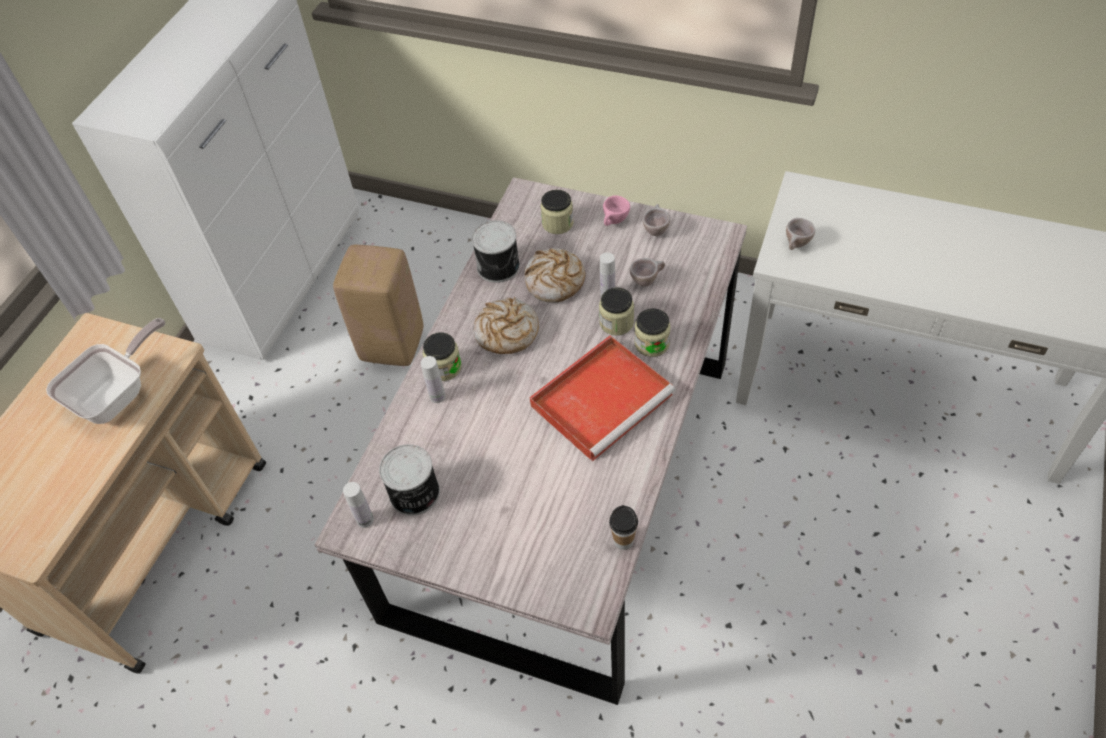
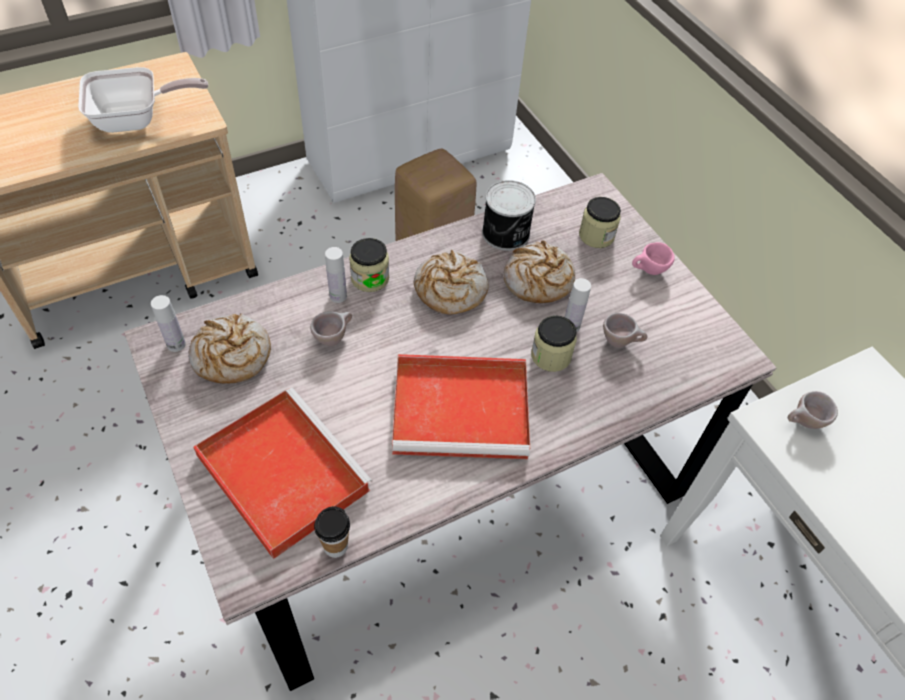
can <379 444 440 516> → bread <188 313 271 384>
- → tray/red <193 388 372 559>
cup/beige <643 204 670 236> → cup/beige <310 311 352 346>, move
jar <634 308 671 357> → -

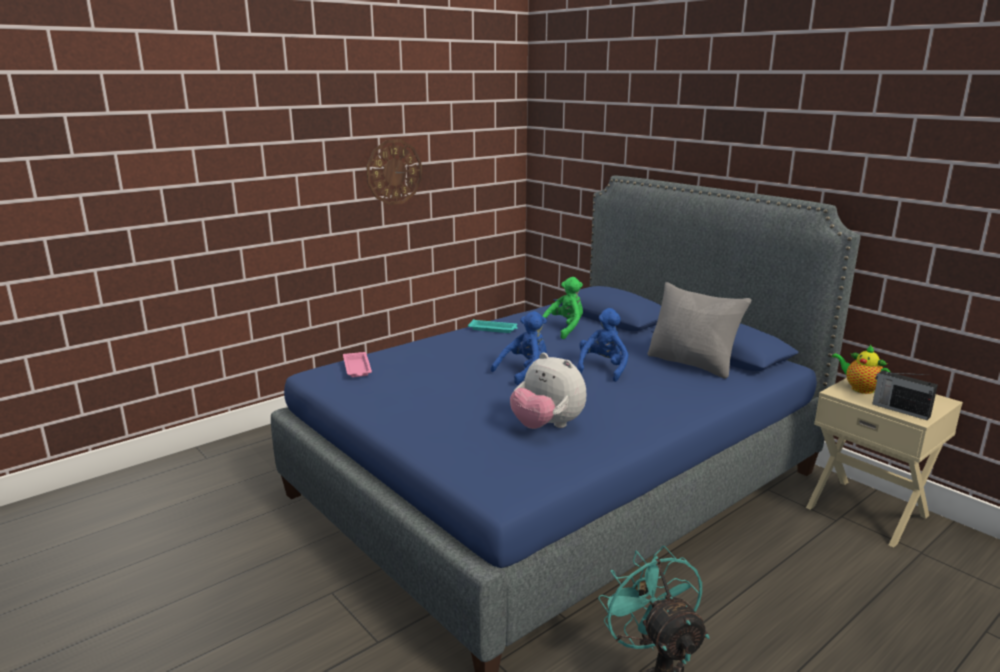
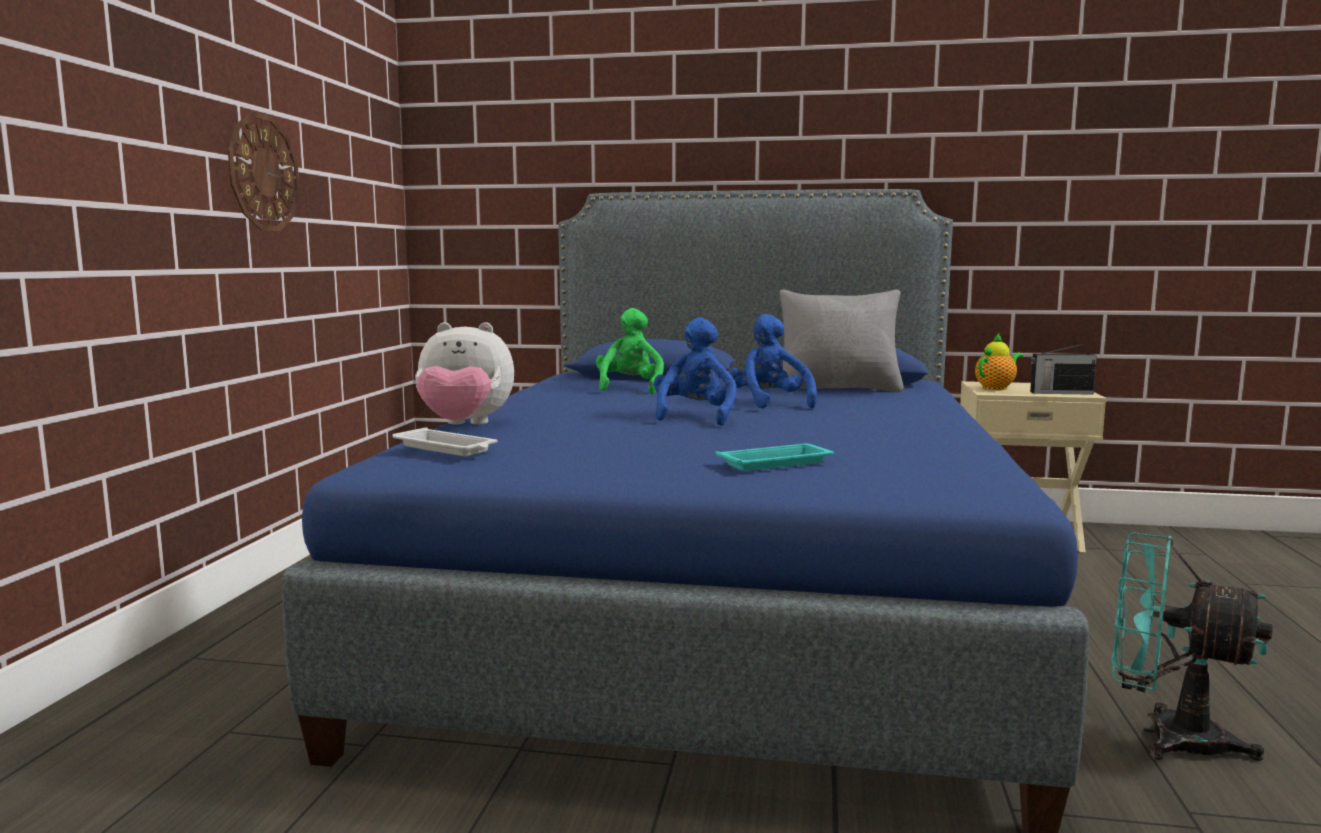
tray/pink <343 352 372 377> → tray/white <392 427 498 456>
plush toy <510 352 586 429> → plush toy <415 322 514 425>, move
tray/turquoise <468 319 518 333> → tray/turquoise <716 444 834 471>, move
teapot <832 345 890 394> → teapot <975 334 1023 390>, 135 degrees clockwise

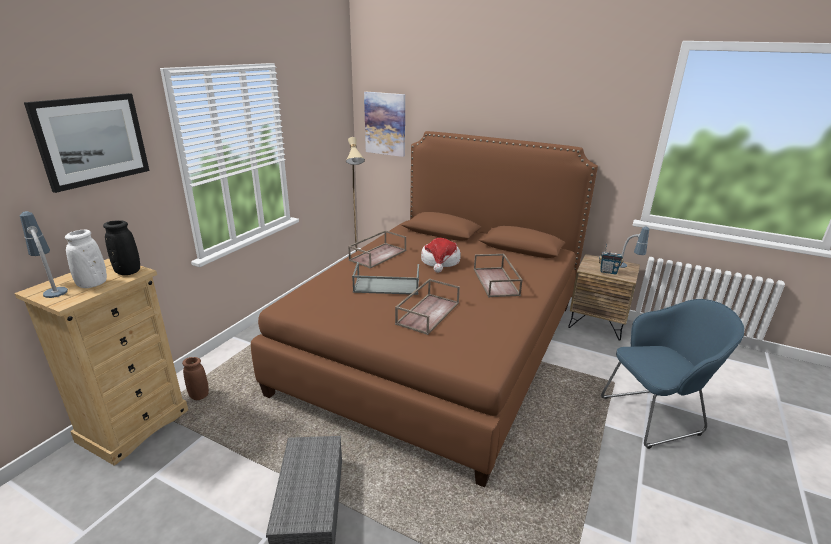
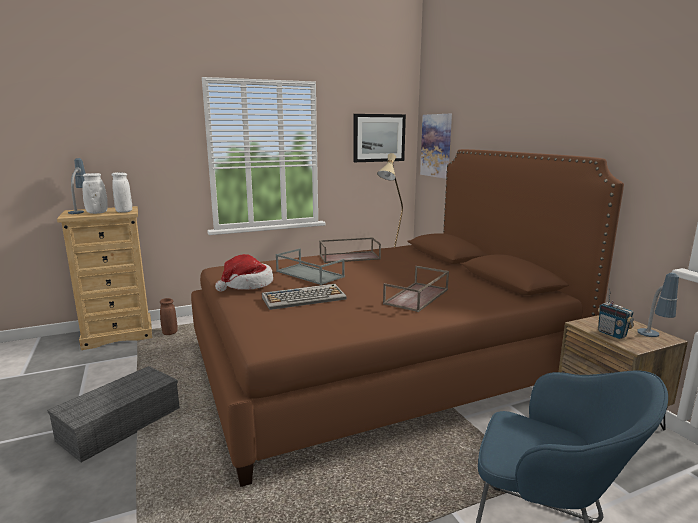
vase/black <103 221 140 275> → vase/white <111 172 132 213>
hat <421 238 461 273> → hat <215 254 273 292>, move
tray/brown <395 279 460 335> → keyboard <262 284 347 310>
picture <24 93 150 193> → picture <354 114 406 162>, move

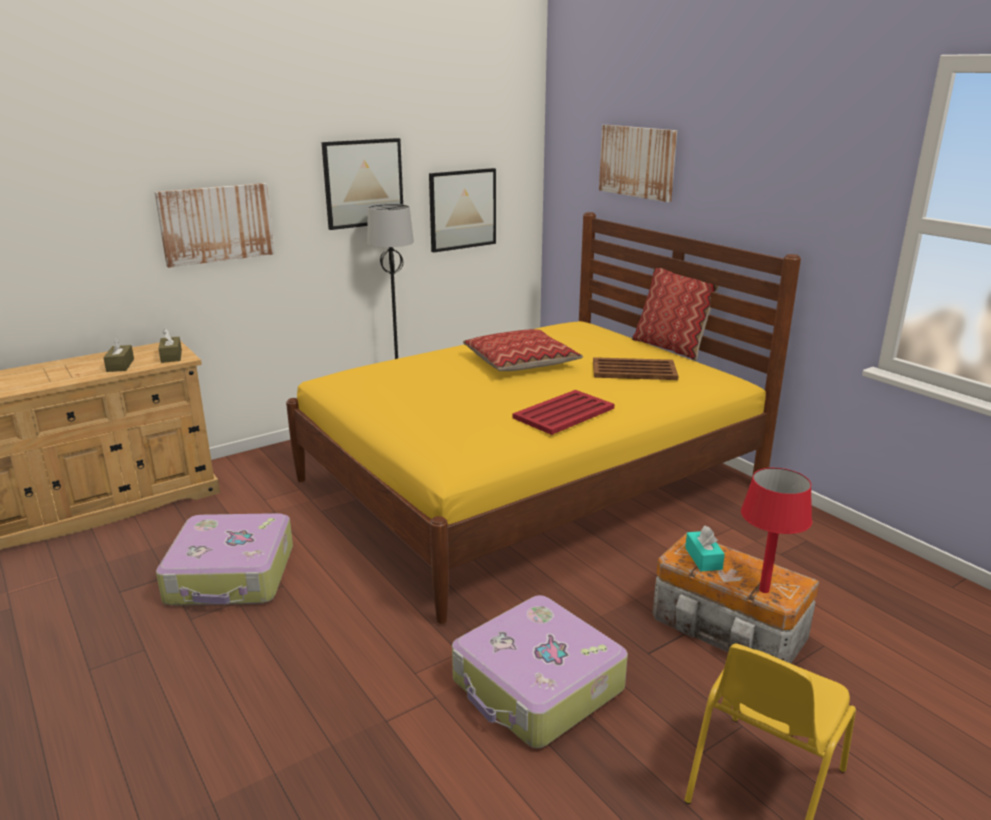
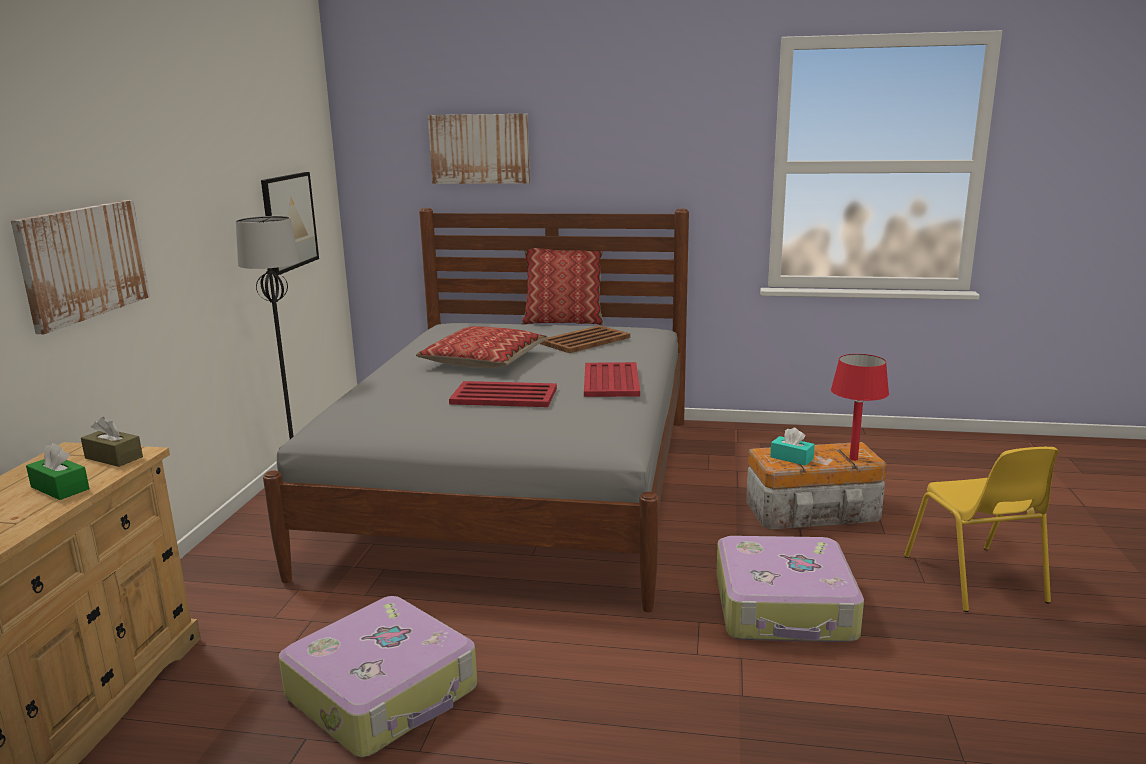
tissue box/brown <103 337 134 372> → tissue box/green <26 443 90 500>
bed/yellow <286 212 801 624> → bed/grey <263 208 689 612>
- → tray/red <449 381 557 407>
picture <321 138 403 230> → -

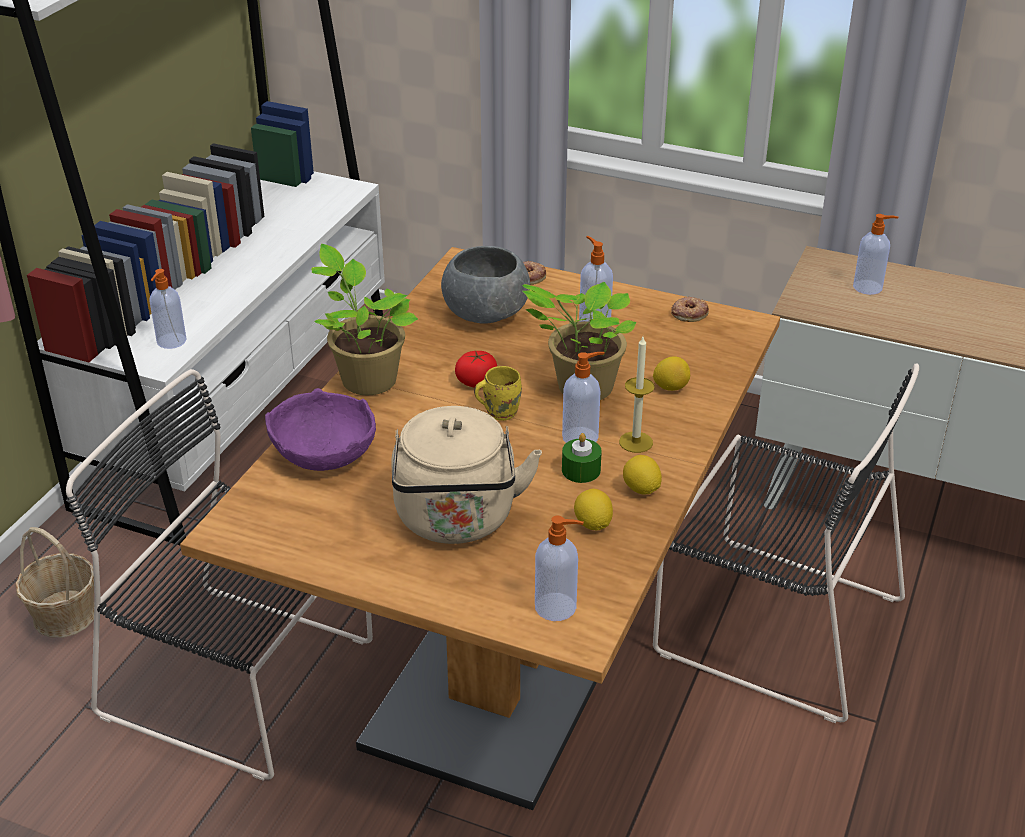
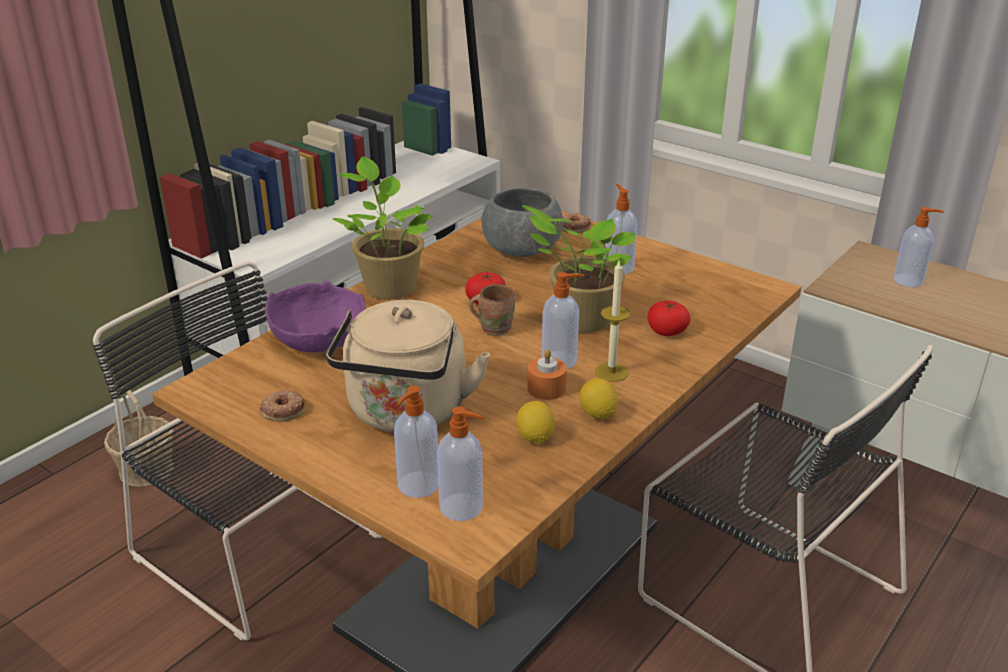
donut <671 296 709 322> → donut <259 390 305 422>, move
soap dispenser <149 269 187 349> → soap dispenser <394 386 439 498>, move
mug/yellow <474 366 522 421> → mug/brown <469 284 515 336>
candle/green <562 433 602 483> → candle/orange <527 349 567 400>
lemon <653 356 690 391> → tomato <648 301 691 336>

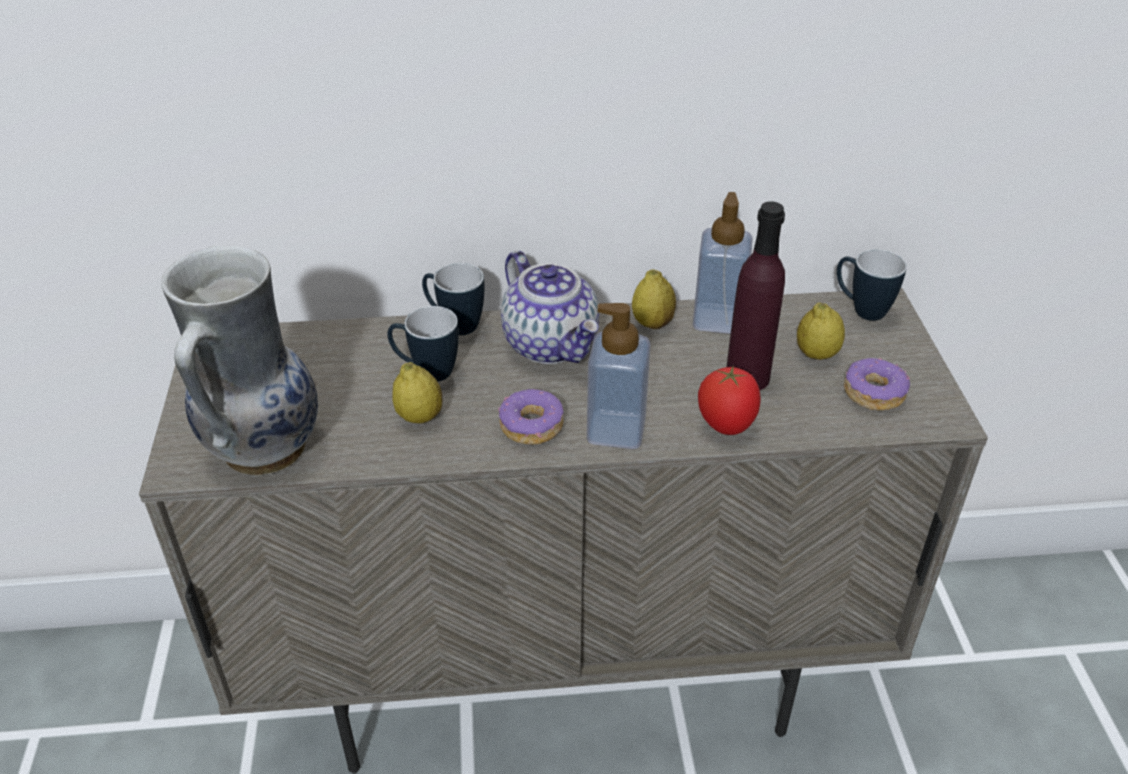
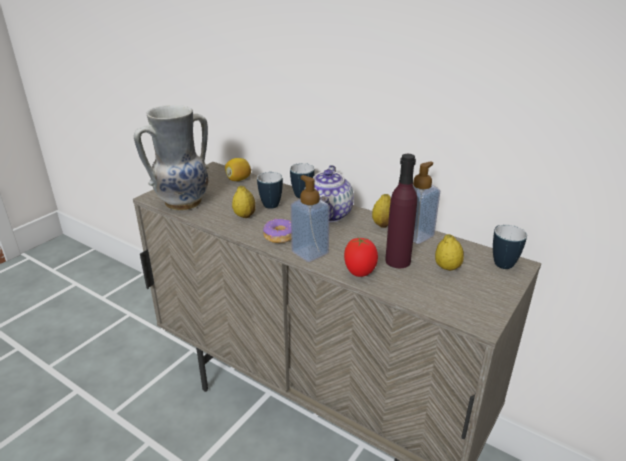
- → lemon <225 158 251 181>
donut <844 358 910 411> → -

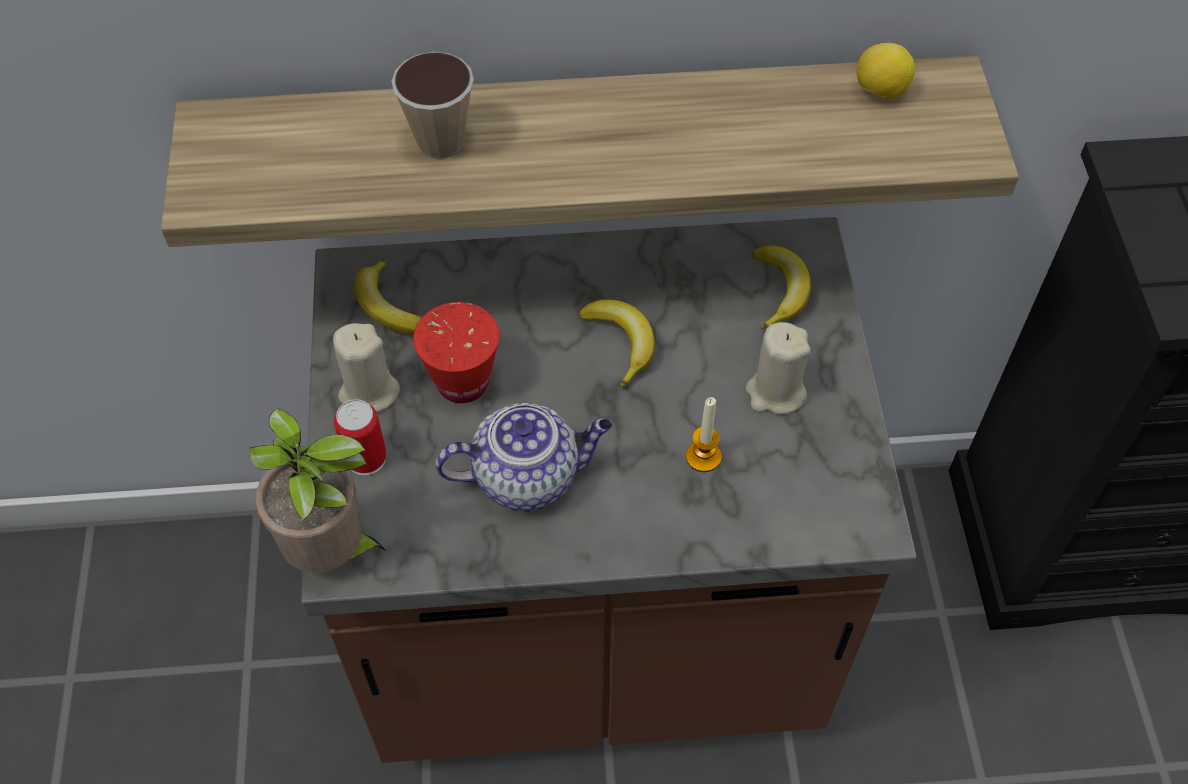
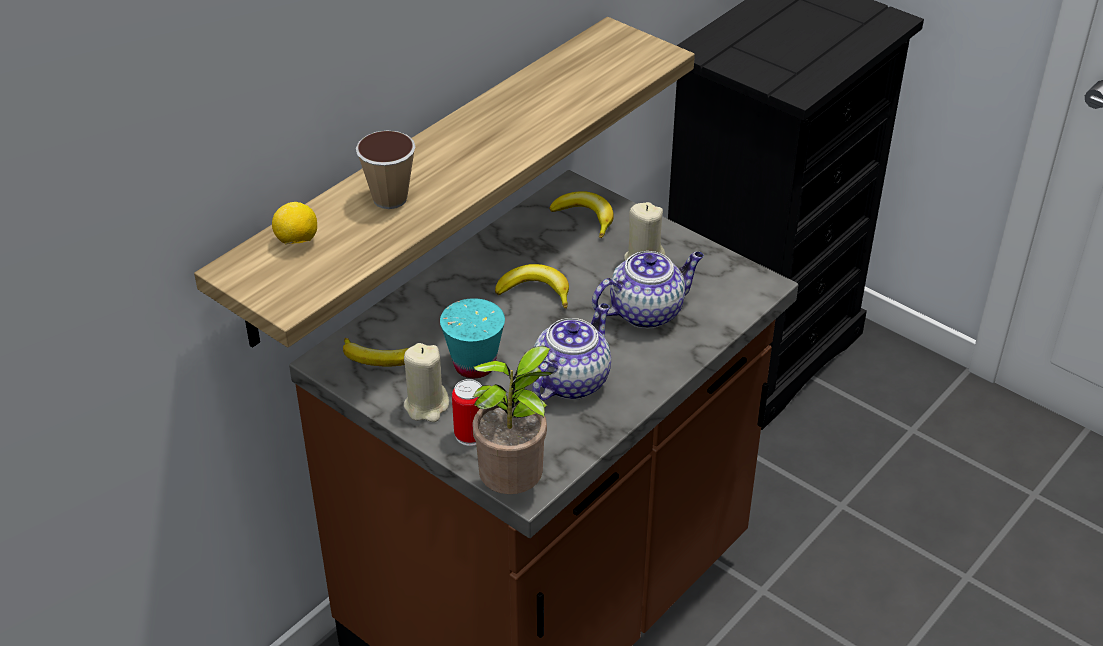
lemon <857 43 915 100> → lemon <272 202 317 245>, move
cup/red <413 302 499 403> → cup/turquoise <440 298 505 378>
candle <686 397 722 472> → teapot <592 251 704 329>

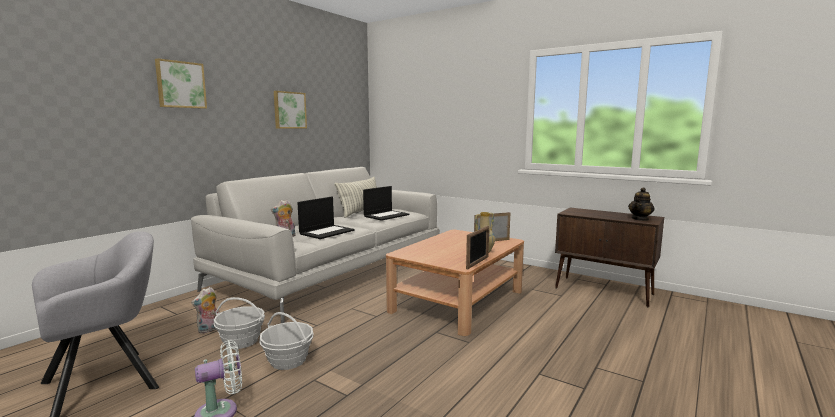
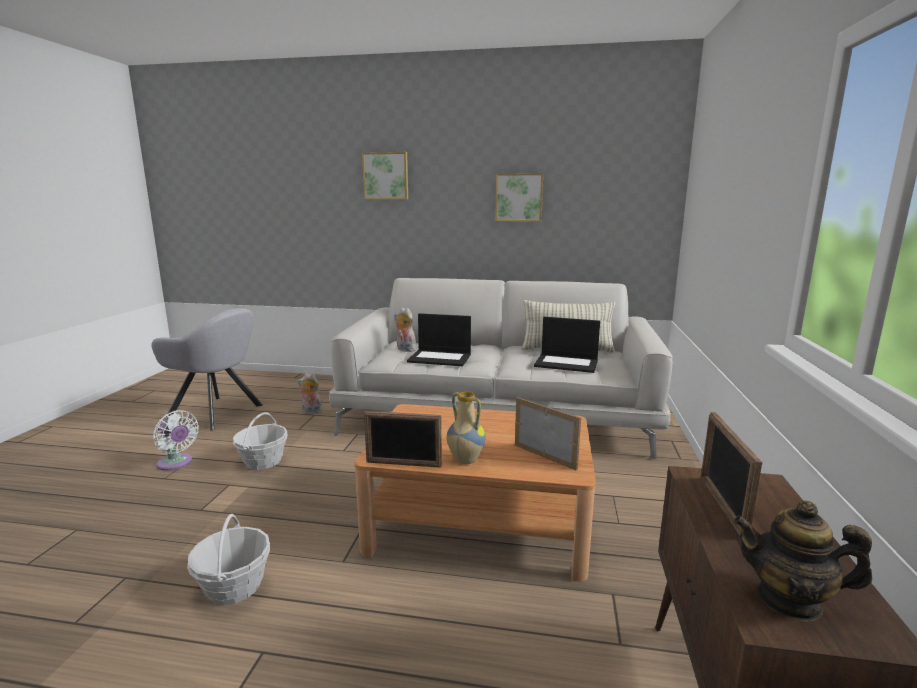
basket <213 297 265 349> → basket <187 514 270 605>, move
- → picture frame <701 412 762 536>

